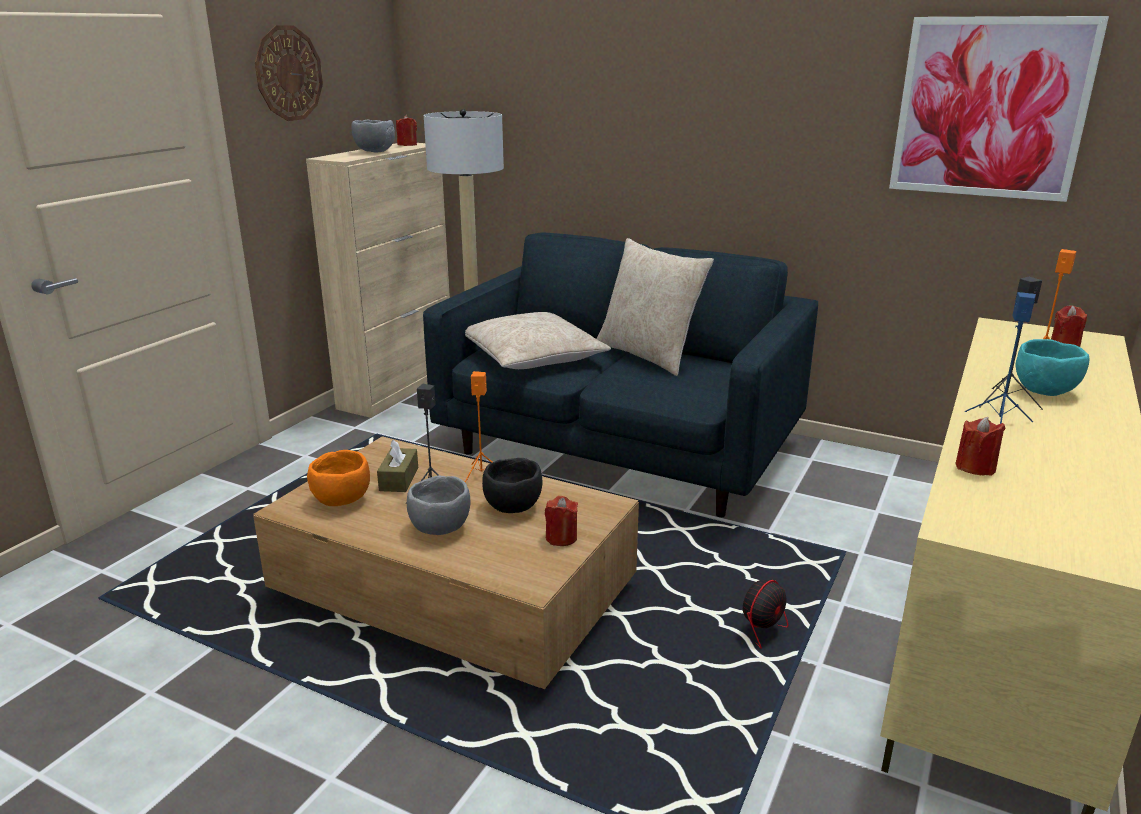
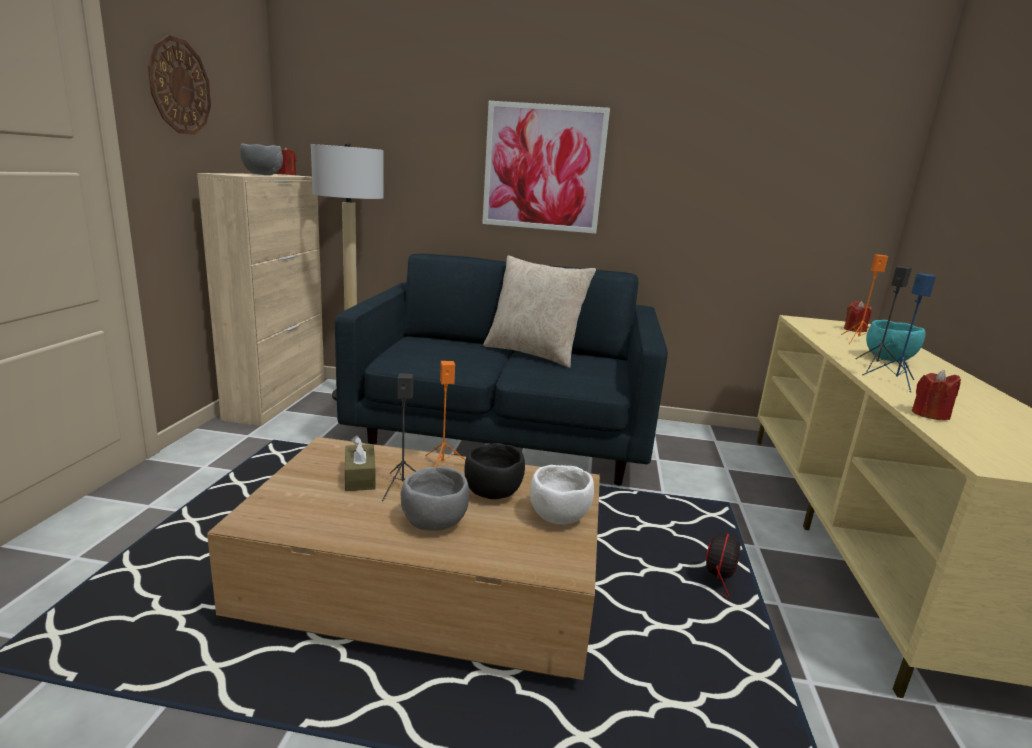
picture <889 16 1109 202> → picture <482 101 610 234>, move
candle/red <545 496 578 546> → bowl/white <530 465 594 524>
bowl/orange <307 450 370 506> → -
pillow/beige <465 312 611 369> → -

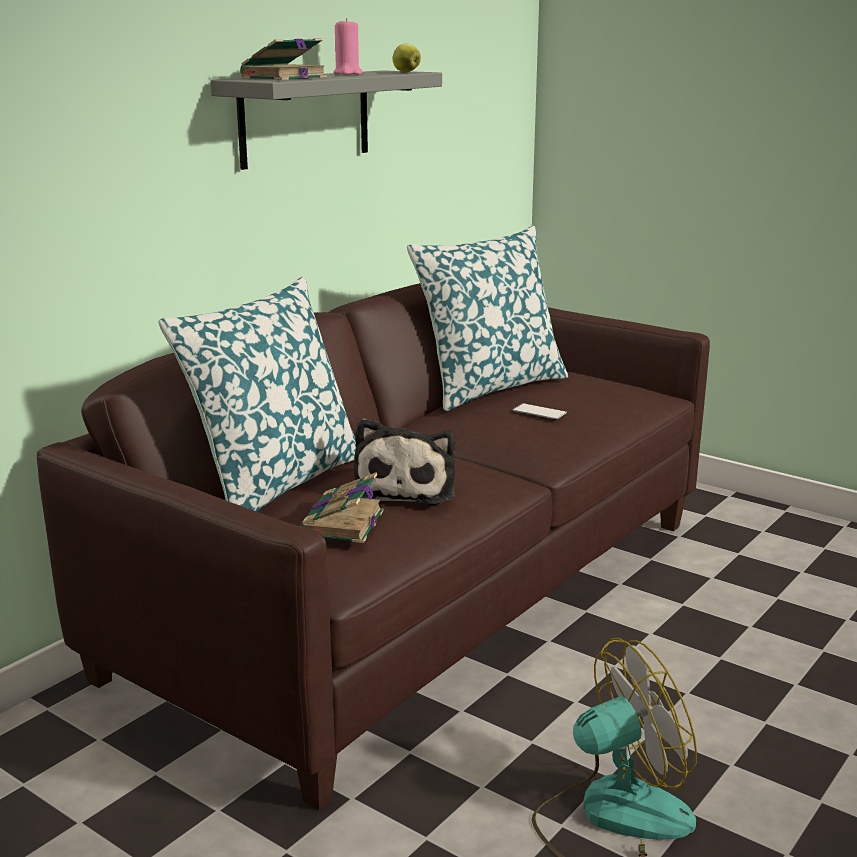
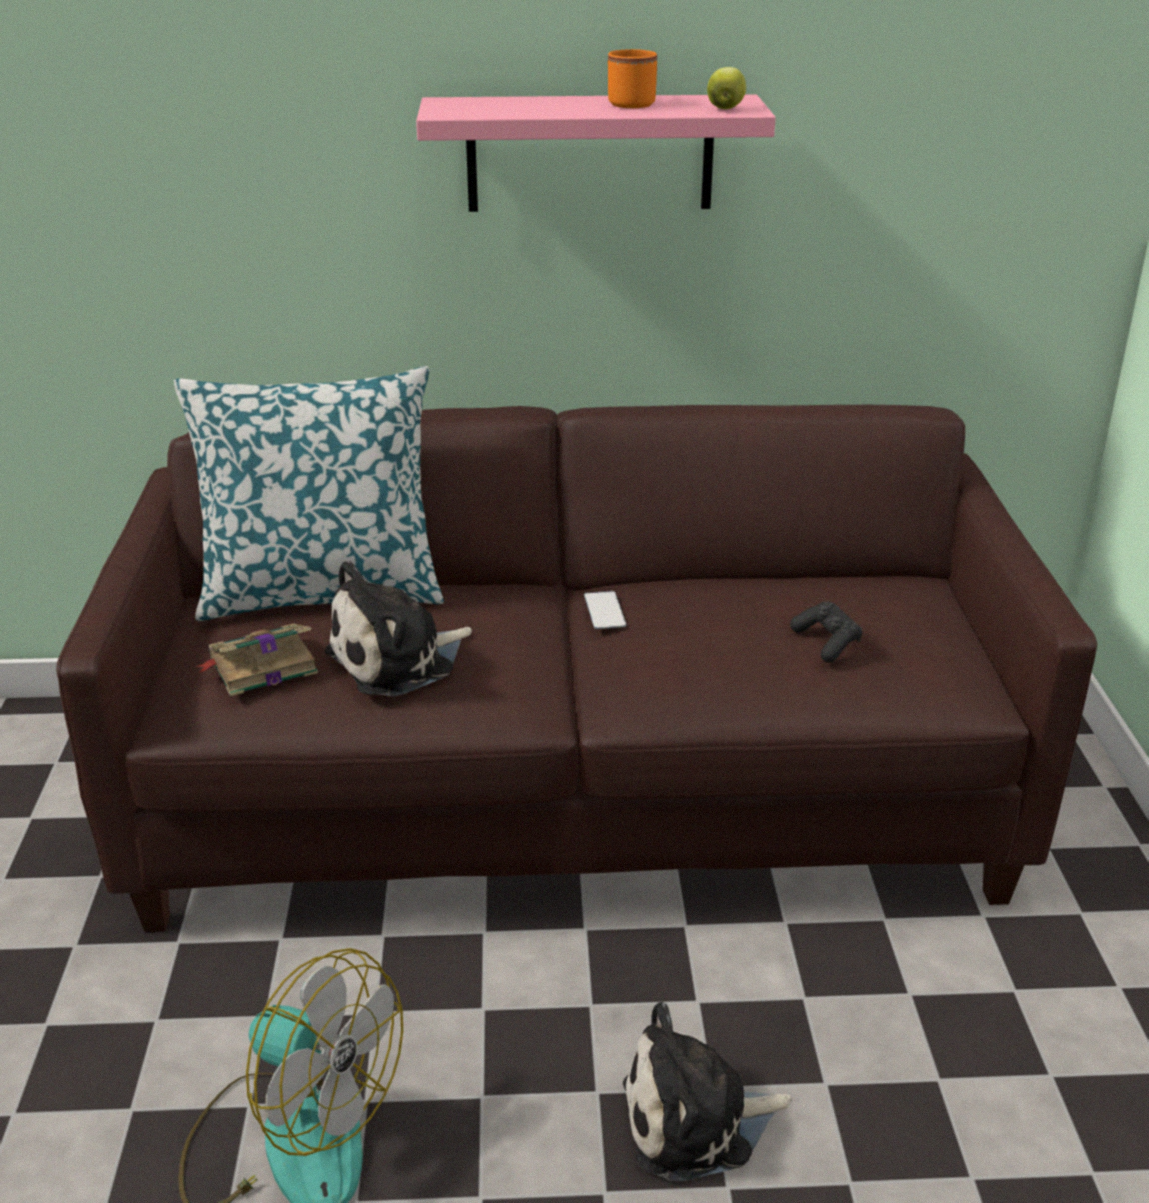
shelf/grey <210 70 442 170> → shelf/pink <416 94 776 212>
phone <512 403 567 419> → phone <584 591 627 629>, move
candle/pink <333 18 363 74> → mug/orange <608 49 657 108>
- → plush toy <623 1002 792 1181>
- → game controller/black <790 601 862 663>
book <240 38 327 80> → -
pillow <407 226 568 411> → -

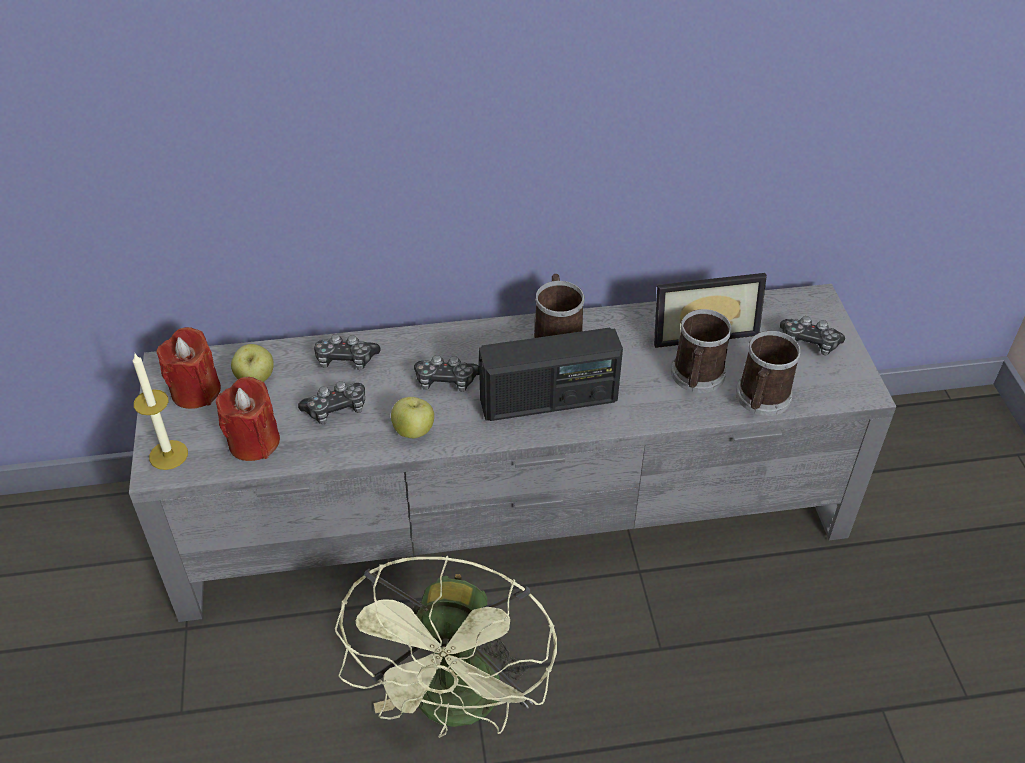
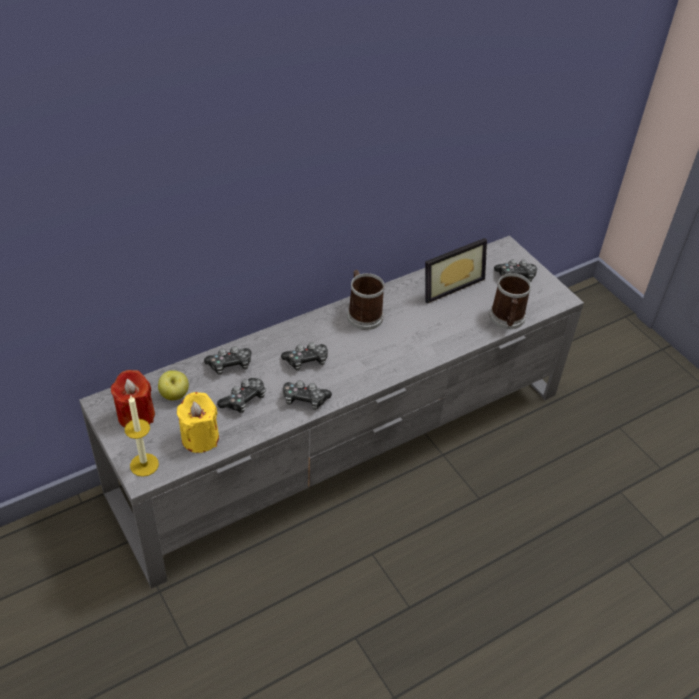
candle/red <216 377 280 461> → candle/yellow <177 392 219 453>
apple <391 397 434 438> → game controller <283 380 332 410>
fan/green <335 556 557 738> → -
radio <479 328 623 421> → -
mug <671 309 732 393> → -

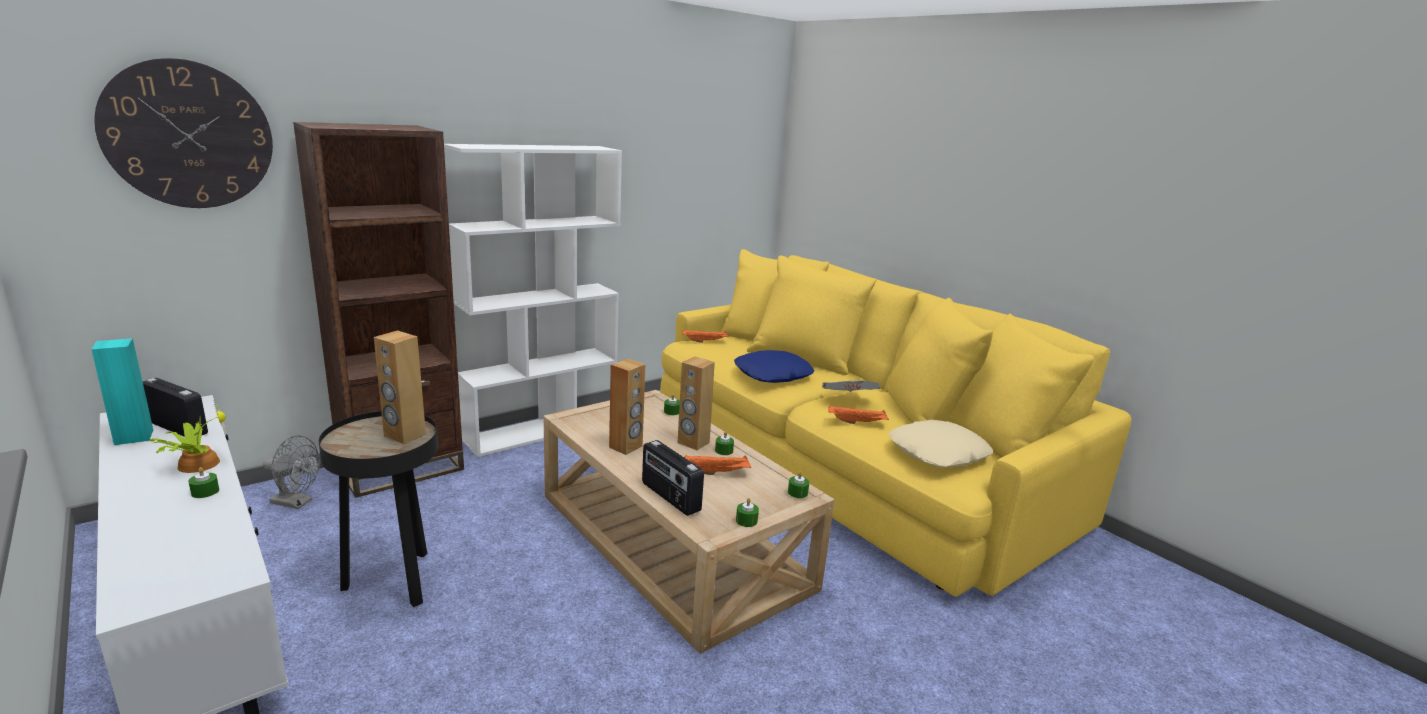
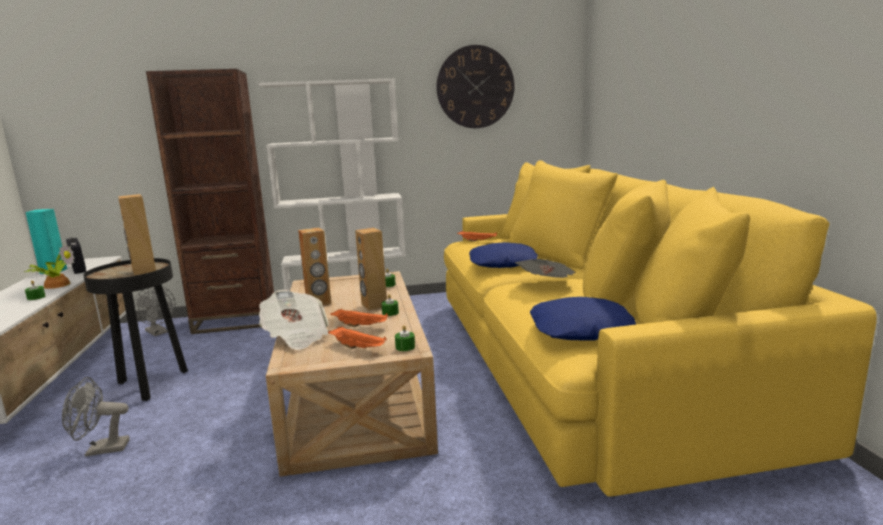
- → fan/grey <62 377 130 456>
radio <642 440 704 516> → newspaper <259 290 329 350>
tray/orange <828 406 889 424> → tray/orange <328 326 387 349>, move
wall clock <94 58 273 208> → wall clock <436 45 515 128>, move
pillow/beige <889 420 993 468> → pillow/blue <530 297 636 340>
candle/green <736 498 759 527> → -

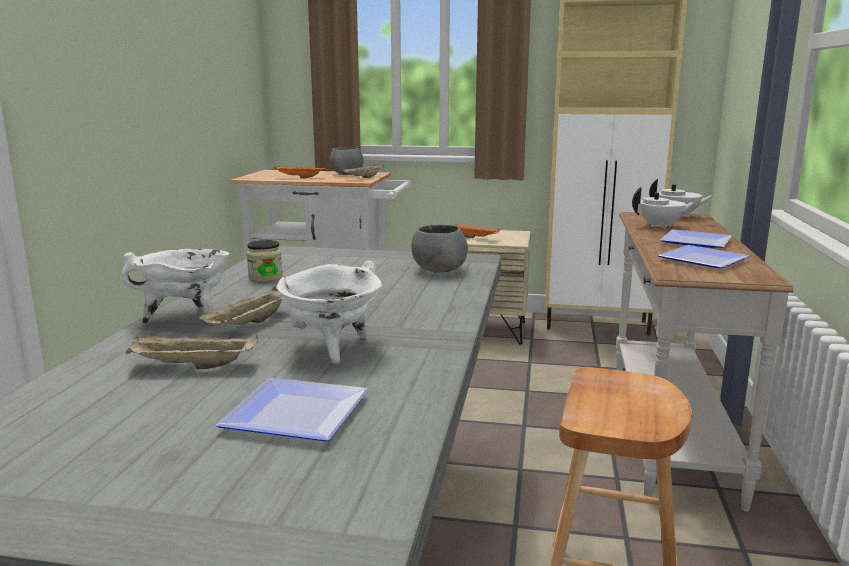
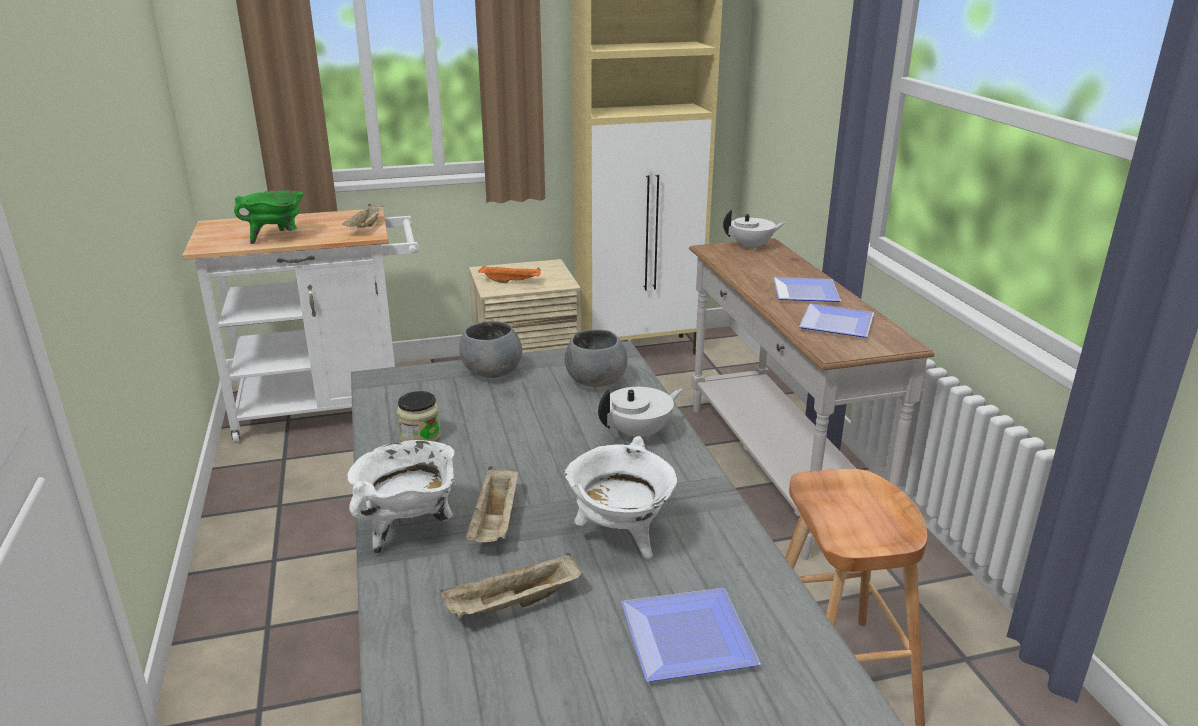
tray/orange <273 166 326 179> → cooking pot/green <234 190 303 244>
bowl/grey <330 147 364 175> → bowl/grey <459 321 522 378>, move
teapot/white <632 187 696 229> → teapot/white <598 387 683 442>, move

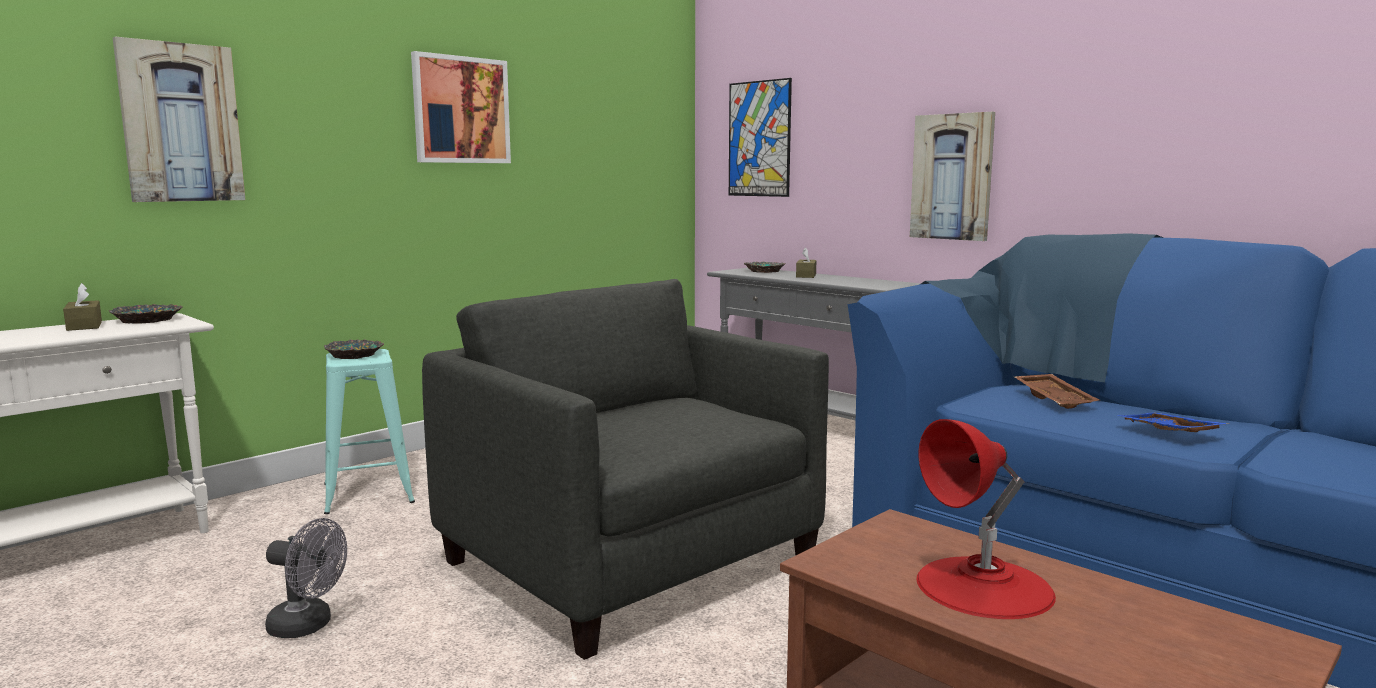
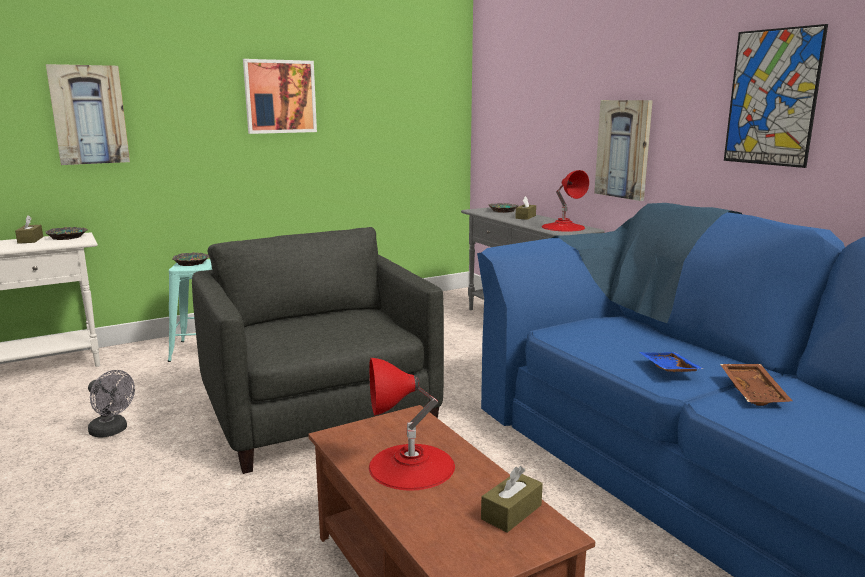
- → tissue box/brown <481 466 543 532>
- → table lamp/red <542 170 589 232>
tray/brown <1015 374 1099 409> → tray/brown <720 364 793 406>, move
picture <729 78 792 197> → picture <724 24 828 168>, move

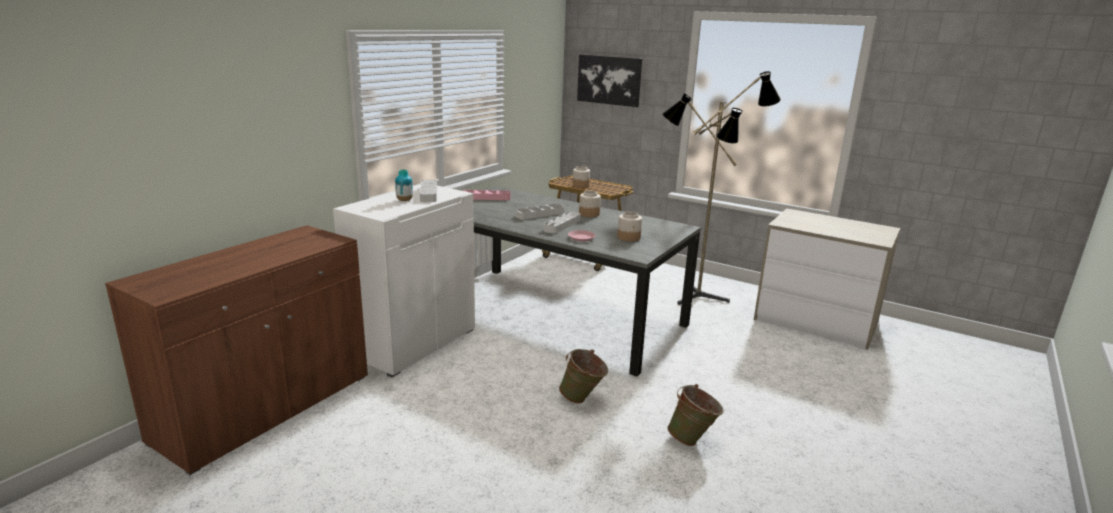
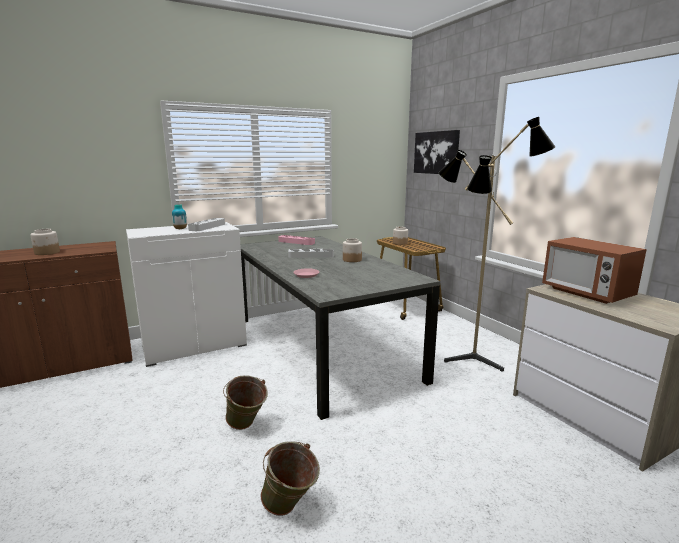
jar <617 211 642 242> → jar <30 229 60 255>, move
- → microwave <542 237 647 304>
tray/grey <544 211 581 233> → -

